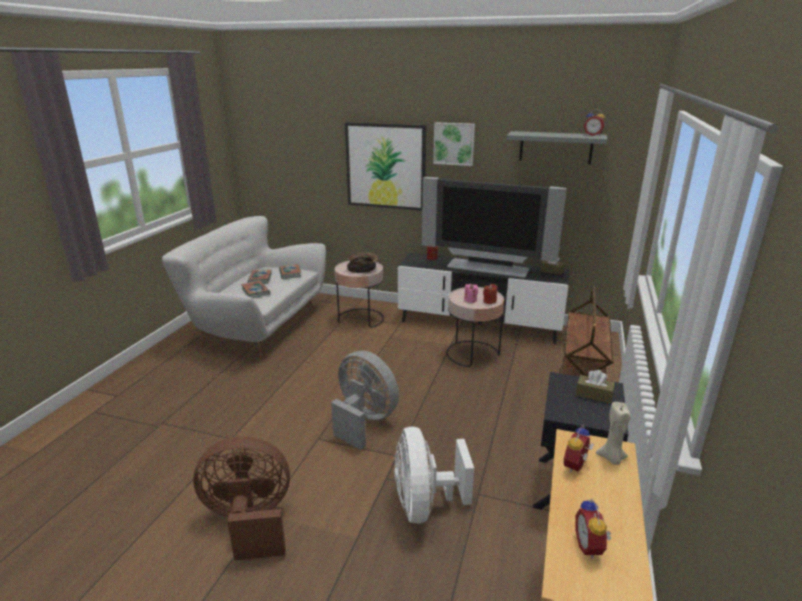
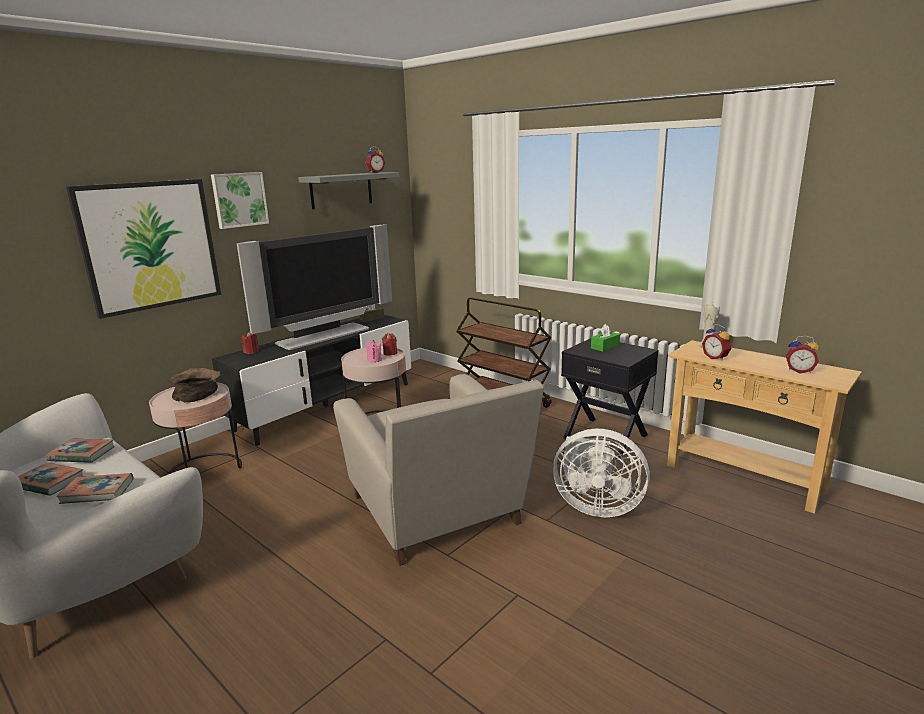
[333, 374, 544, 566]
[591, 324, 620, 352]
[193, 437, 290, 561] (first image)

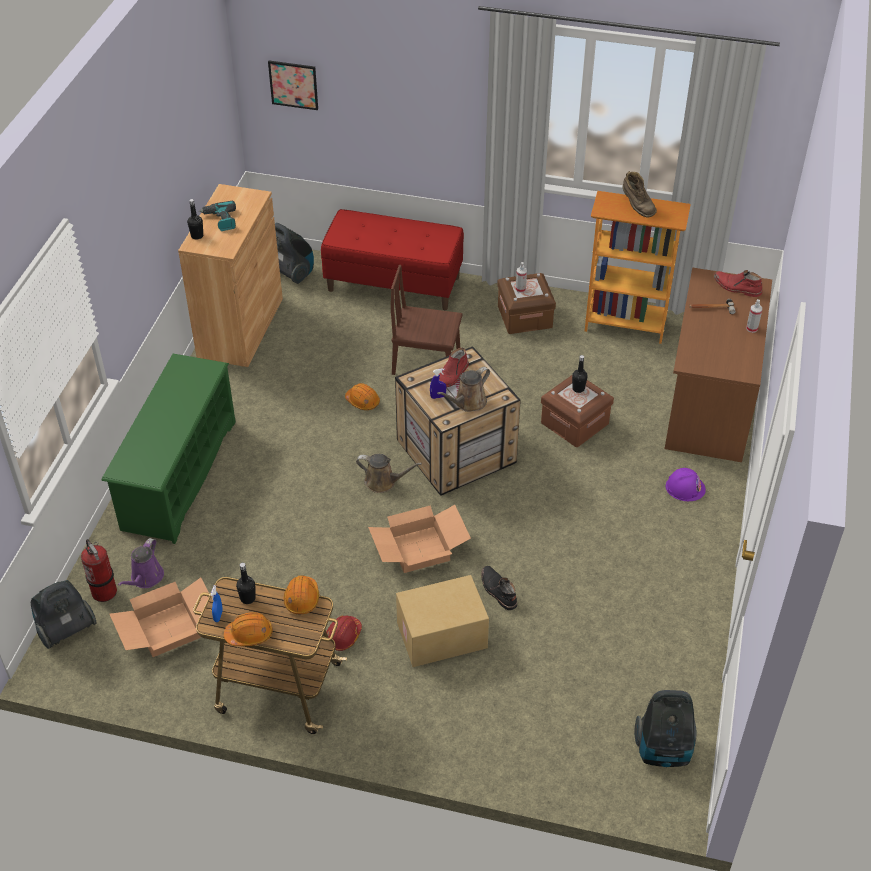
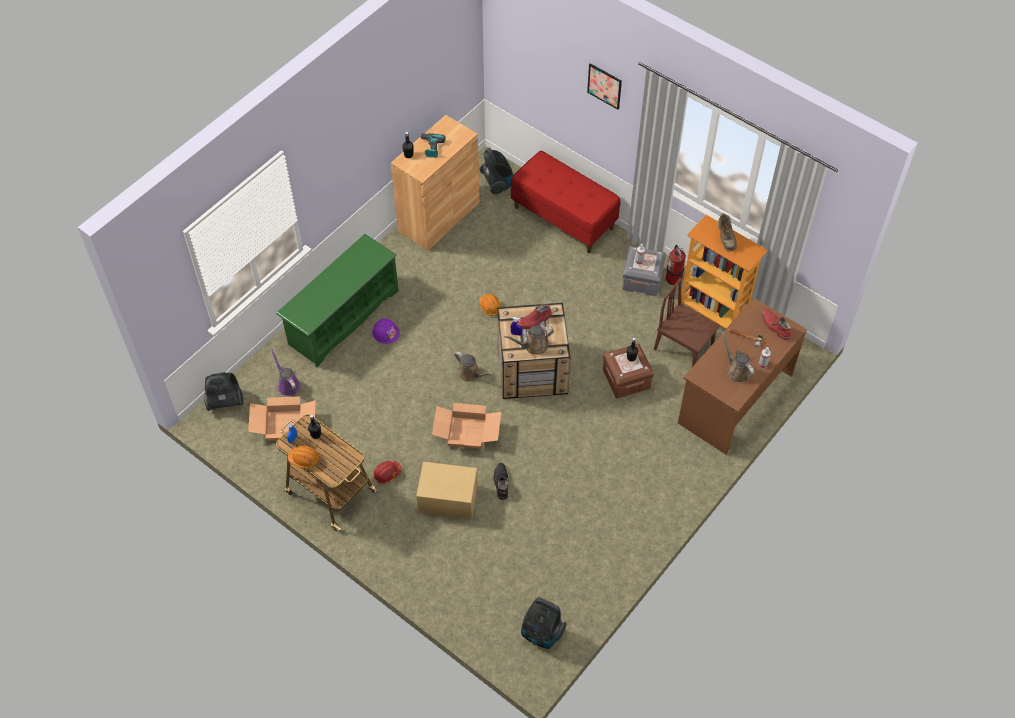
[271, 348, 300, 396]
[372, 319, 400, 344]
[587, 63, 622, 110]
[622, 246, 666, 296]
[654, 278, 720, 367]
[666, 245, 686, 285]
[721, 332, 754, 383]
[284, 575, 319, 614] (first image)

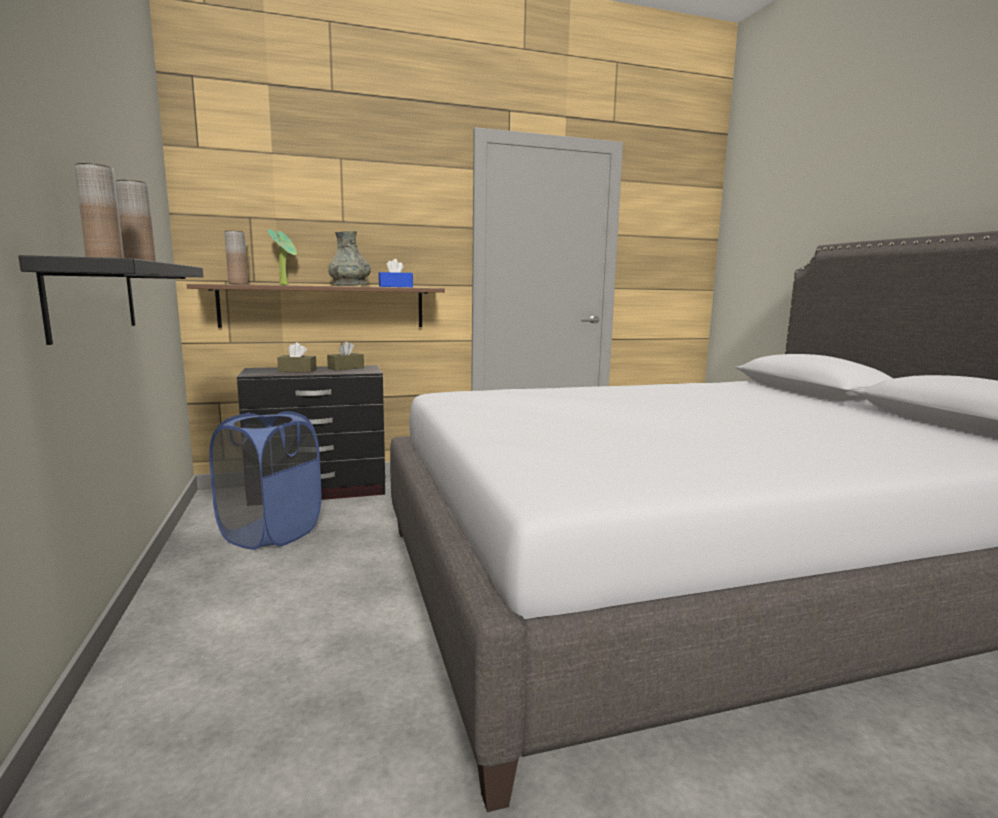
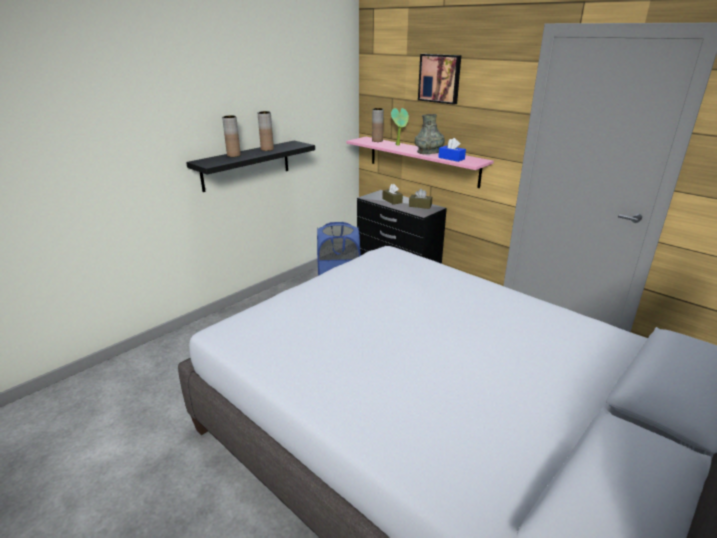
[346, 137, 494, 188]
[418, 54, 461, 105]

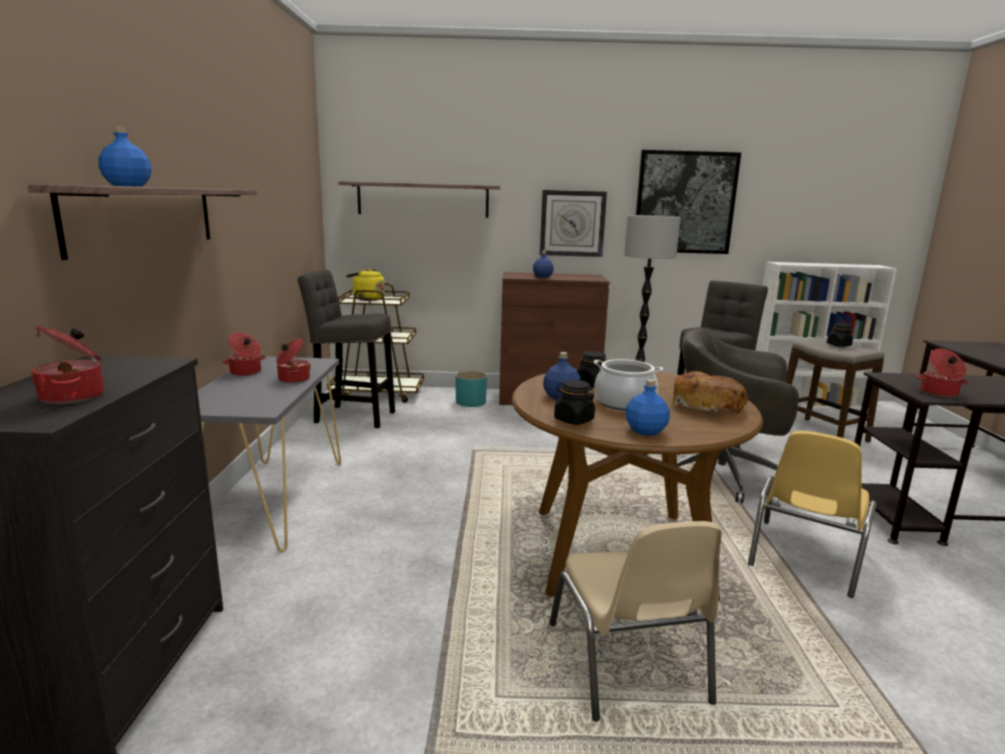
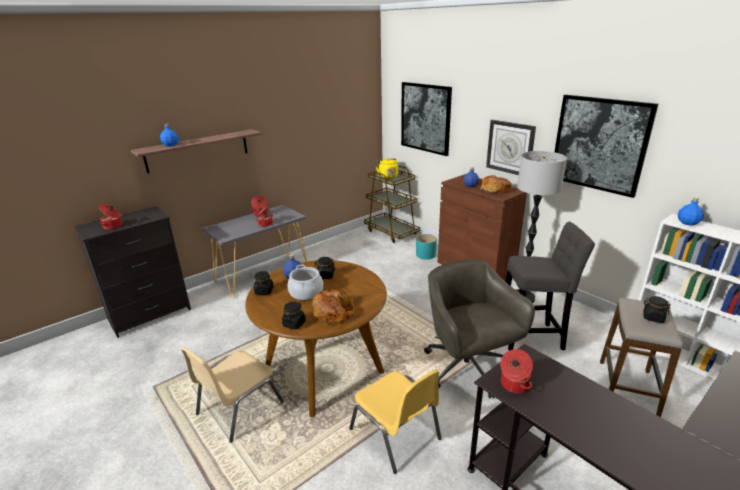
[282, 301, 306, 330]
[349, 369, 442, 474]
[401, 82, 452, 156]
[480, 175, 512, 193]
[678, 198, 704, 226]
[298, 270, 395, 428] (first image)

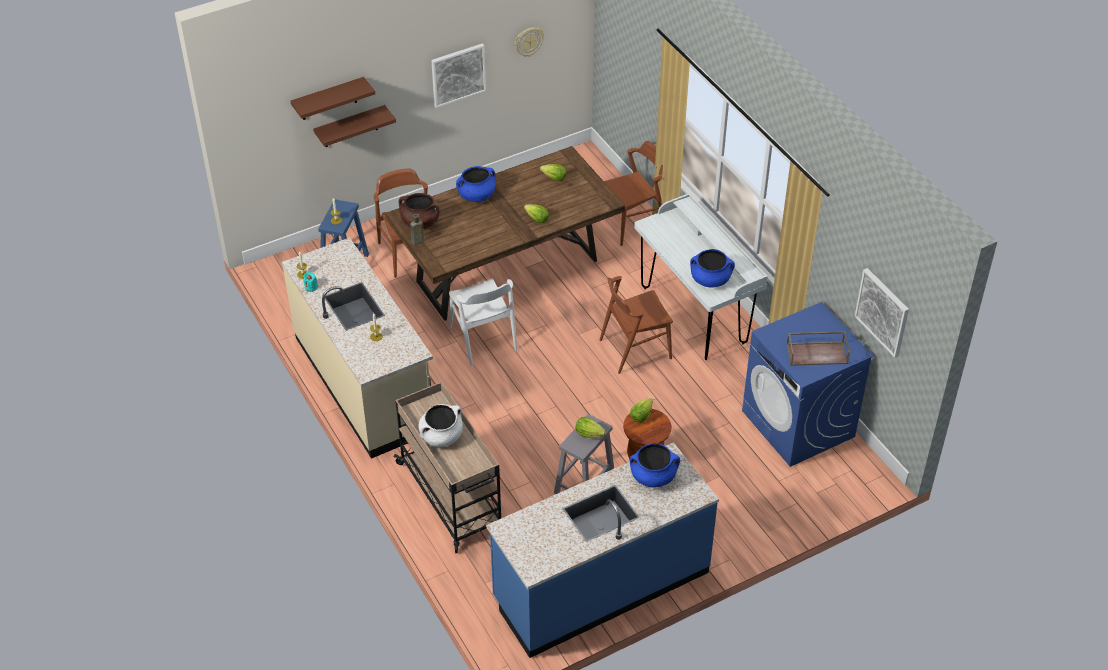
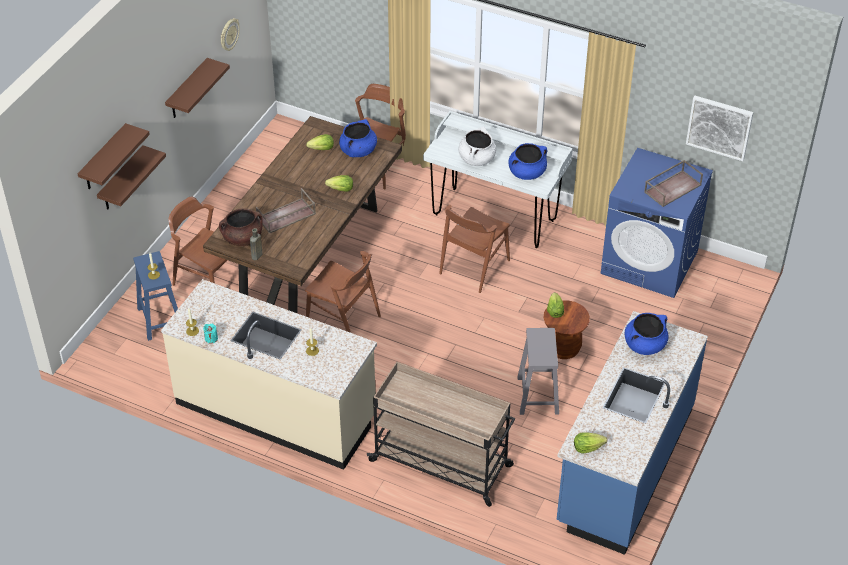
[165, 58, 230, 118]
[256, 188, 316, 234]
[305, 251, 381, 333]
[339, 119, 377, 157]
[458, 127, 496, 166]
[574, 433, 607, 454]

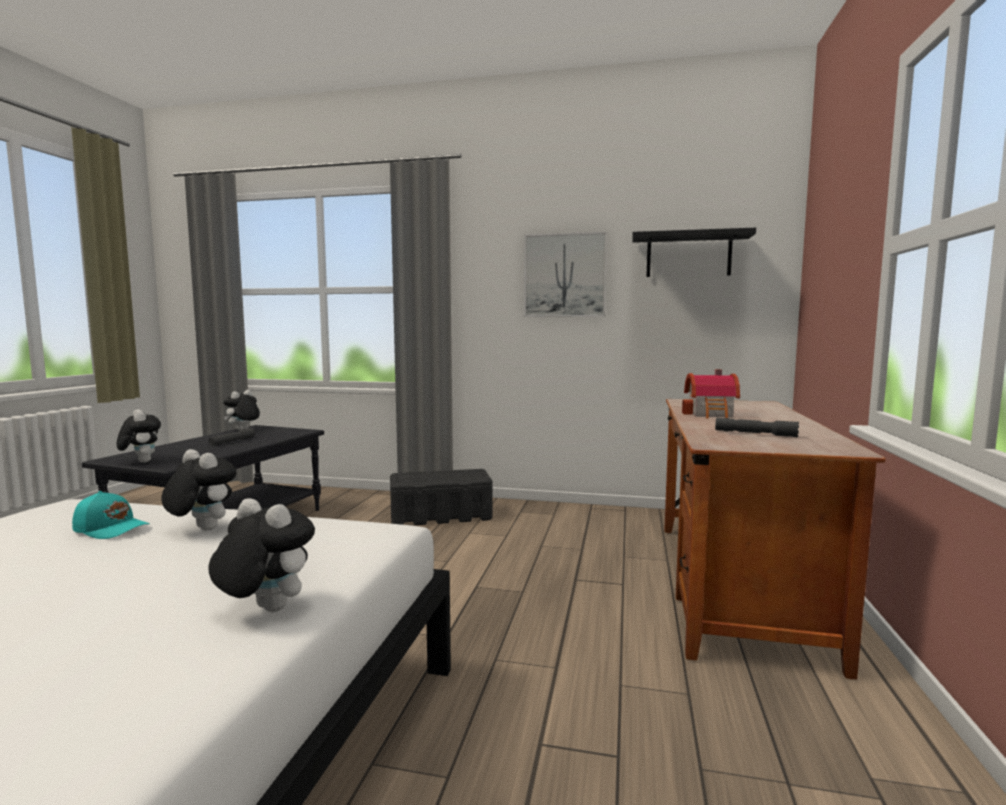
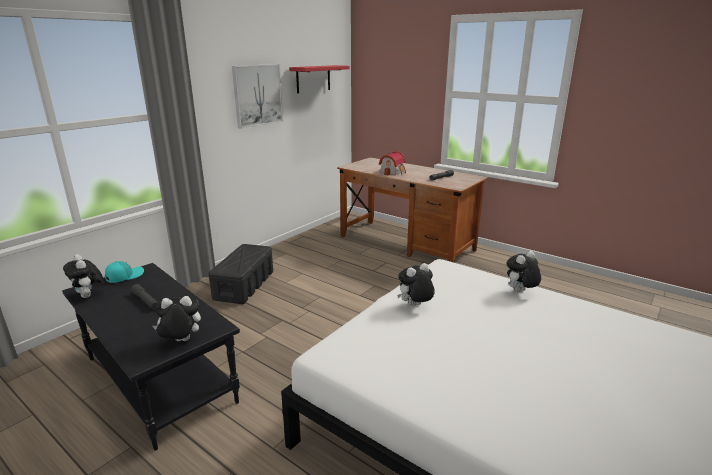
[105, 261, 144, 283]
[289, 65, 350, 93]

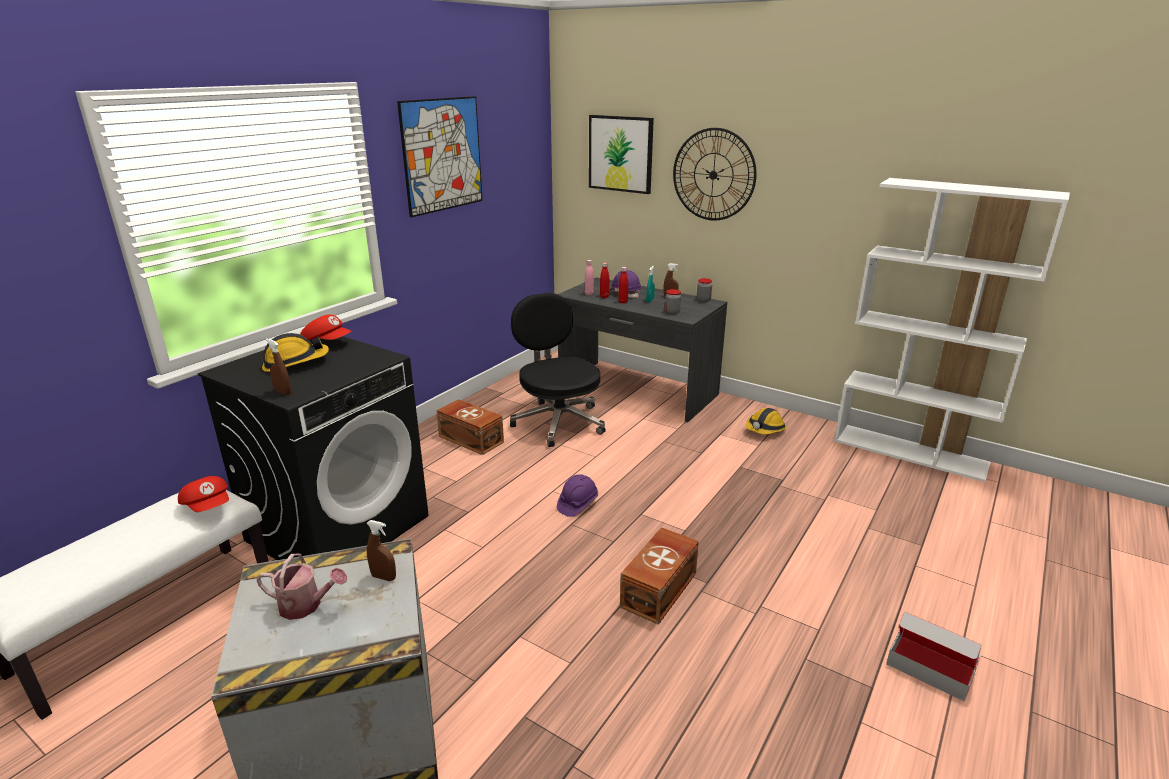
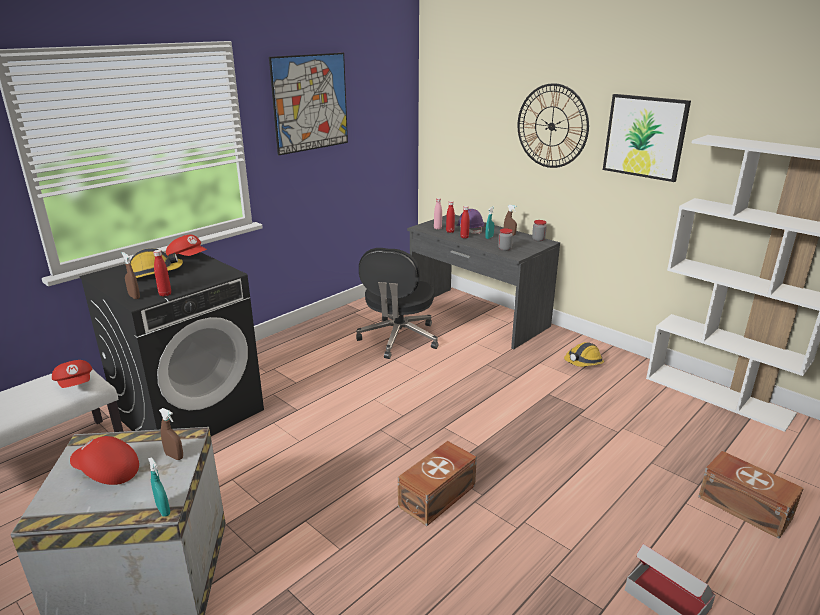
[70, 436, 139, 485]
[148, 457, 170, 517]
[153, 250, 171, 296]
[356, 248, 438, 359]
[603, 94, 691, 182]
[698, 451, 804, 539]
[557, 474, 598, 517] (first image)

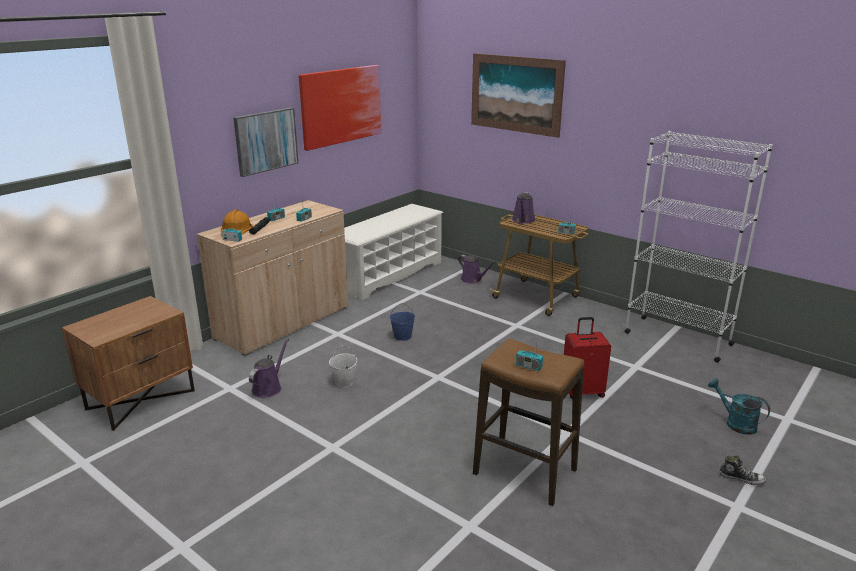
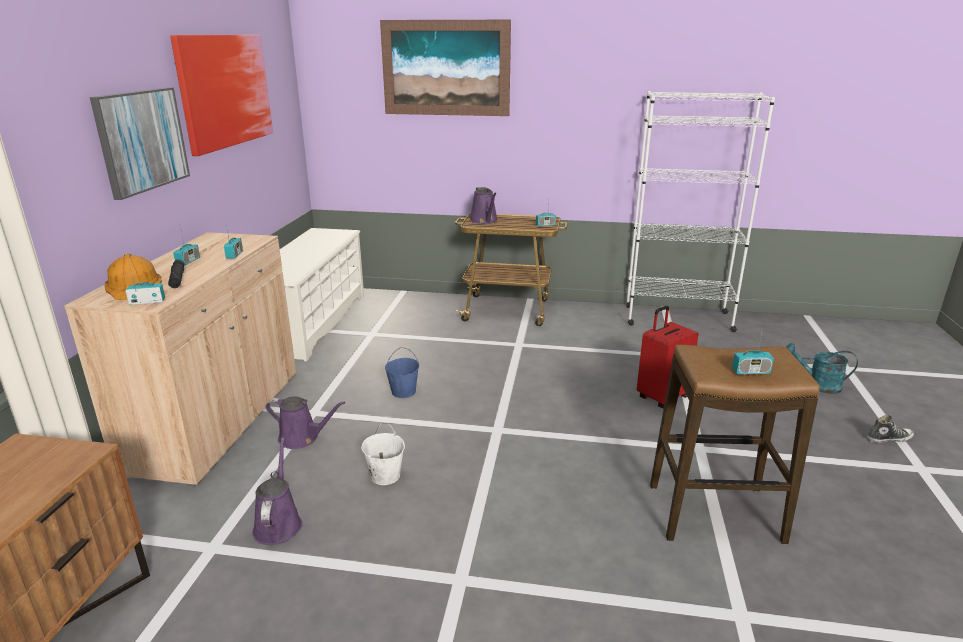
[266, 396, 345, 449]

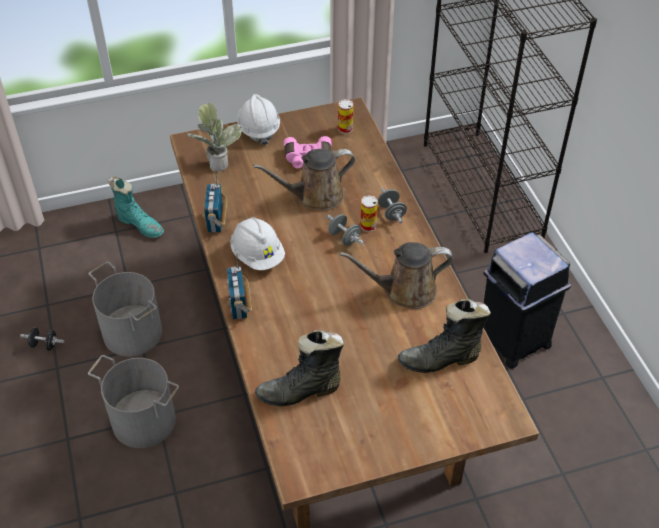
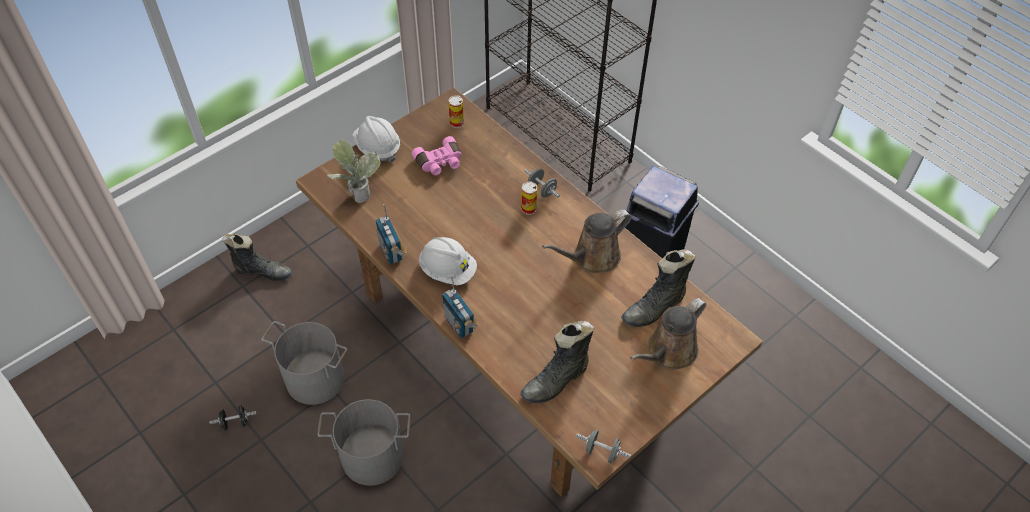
[222, 234, 292, 281]
[576, 430, 631, 463]
[630, 298, 706, 370]

